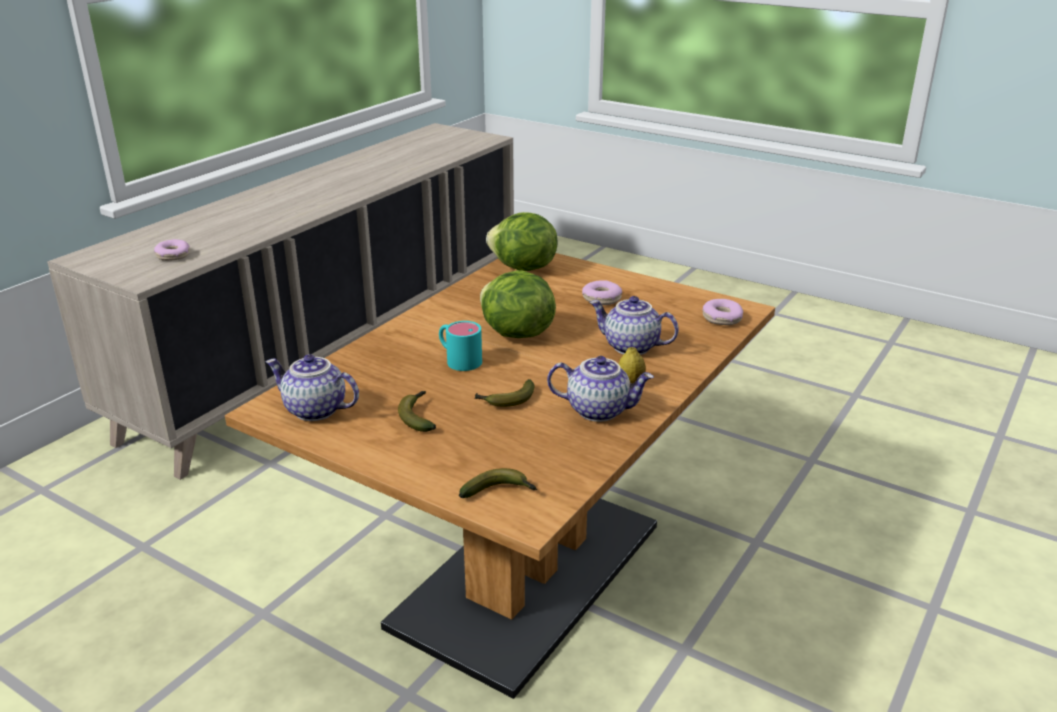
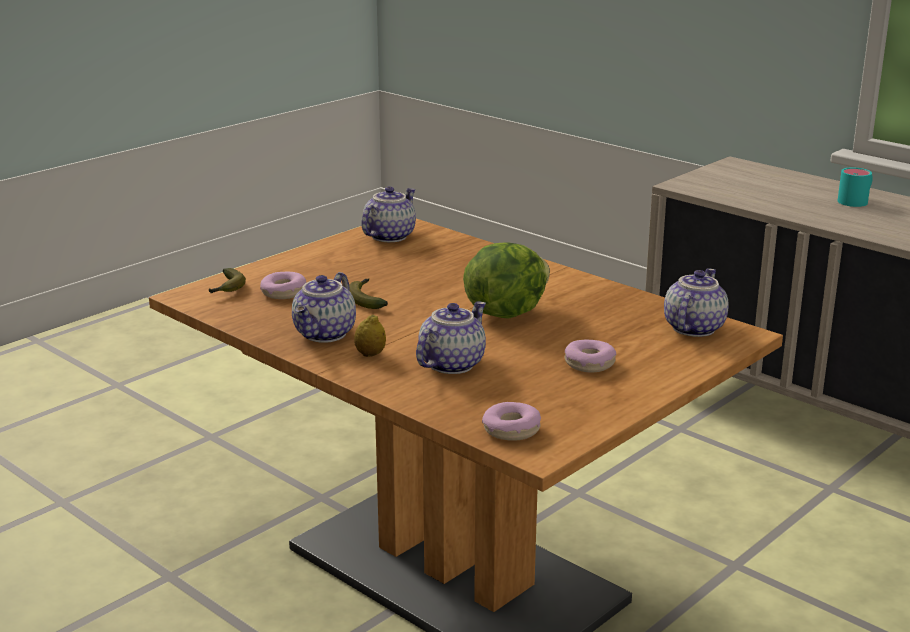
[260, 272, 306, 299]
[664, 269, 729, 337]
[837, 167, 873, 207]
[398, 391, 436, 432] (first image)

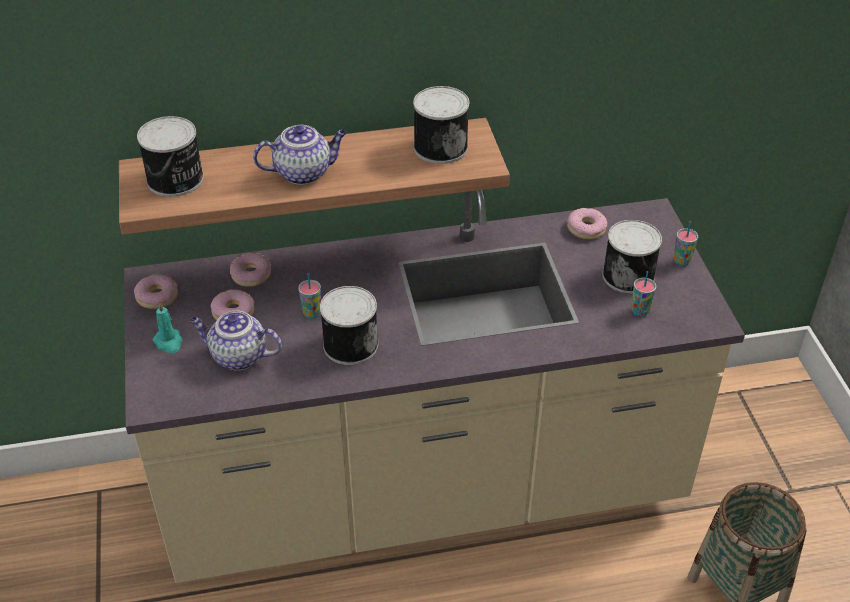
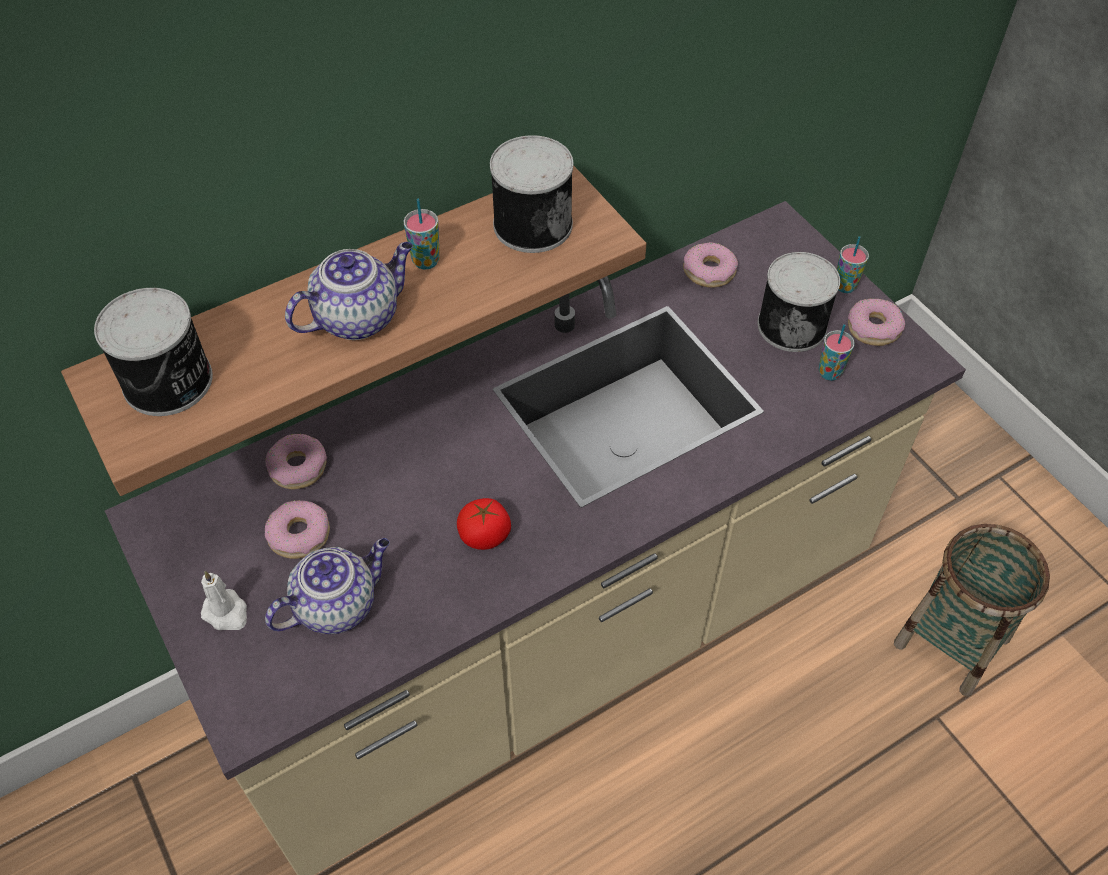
[201, 571, 247, 630]
[265, 538, 390, 634]
[403, 199, 440, 270]
[457, 498, 511, 550]
[848, 298, 905, 346]

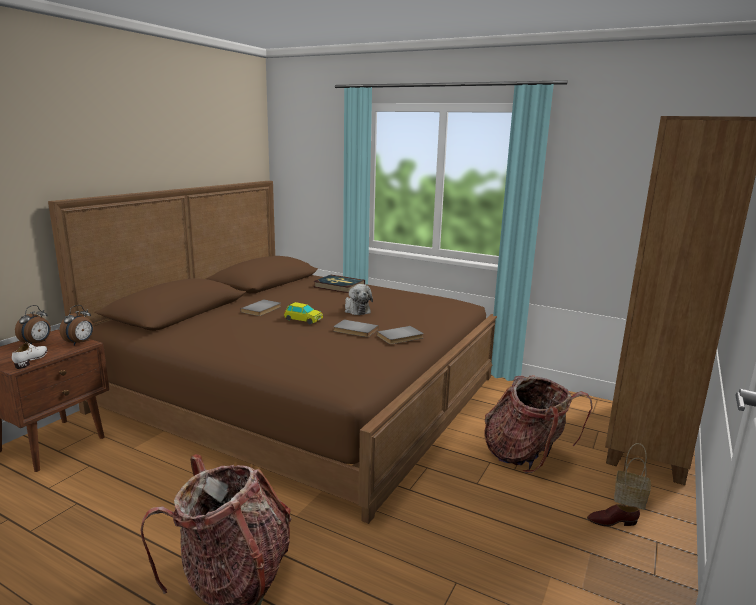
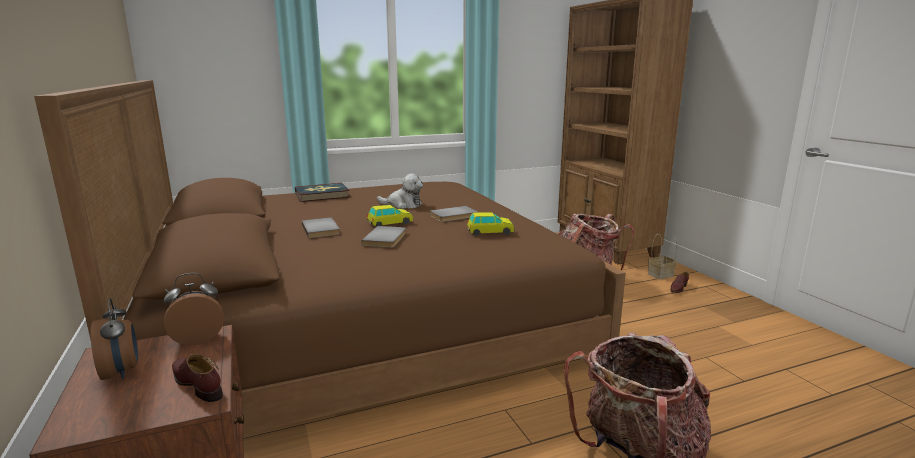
[164, 273, 224, 346]
[172, 354, 223, 402]
[361, 226, 406, 248]
[467, 212, 514, 236]

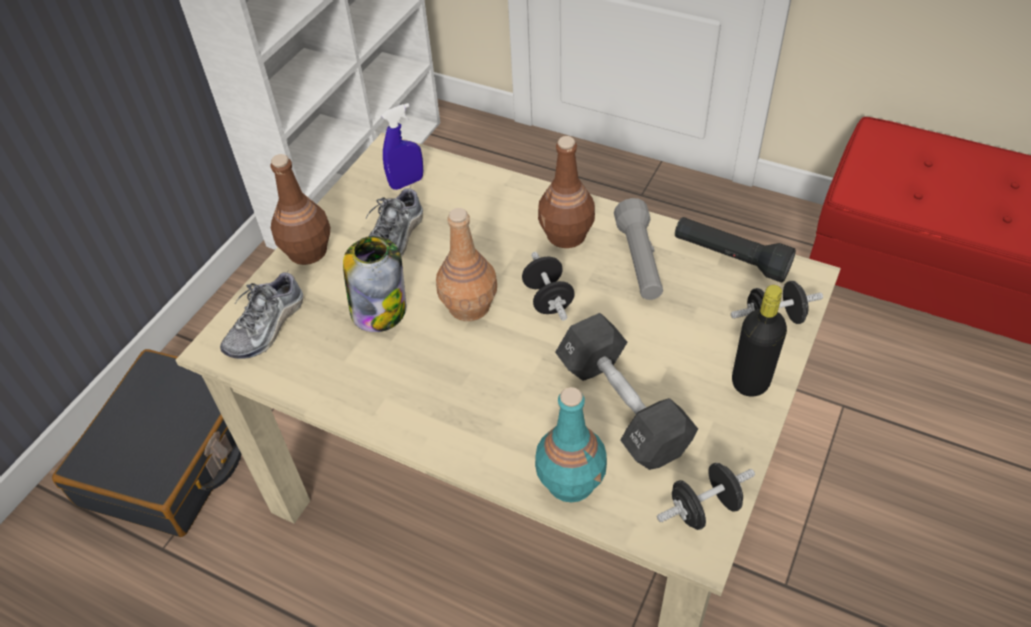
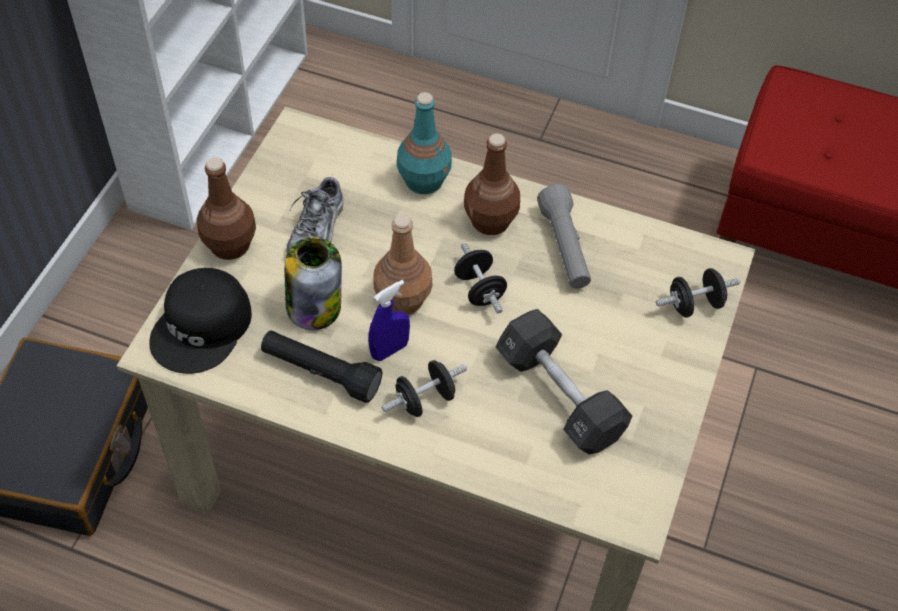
[149, 268, 252, 374]
[261, 330, 383, 403]
[368, 280, 410, 361]
[382, 360, 467, 417]
[397, 92, 452, 194]
[732, 285, 787, 397] (first image)

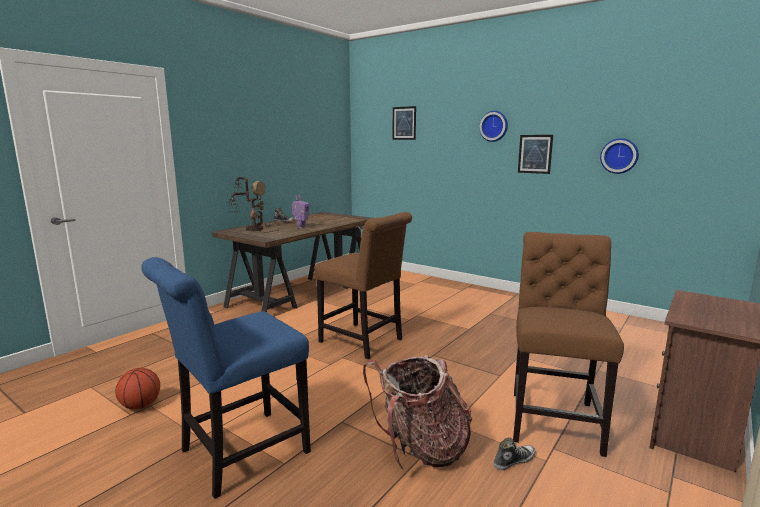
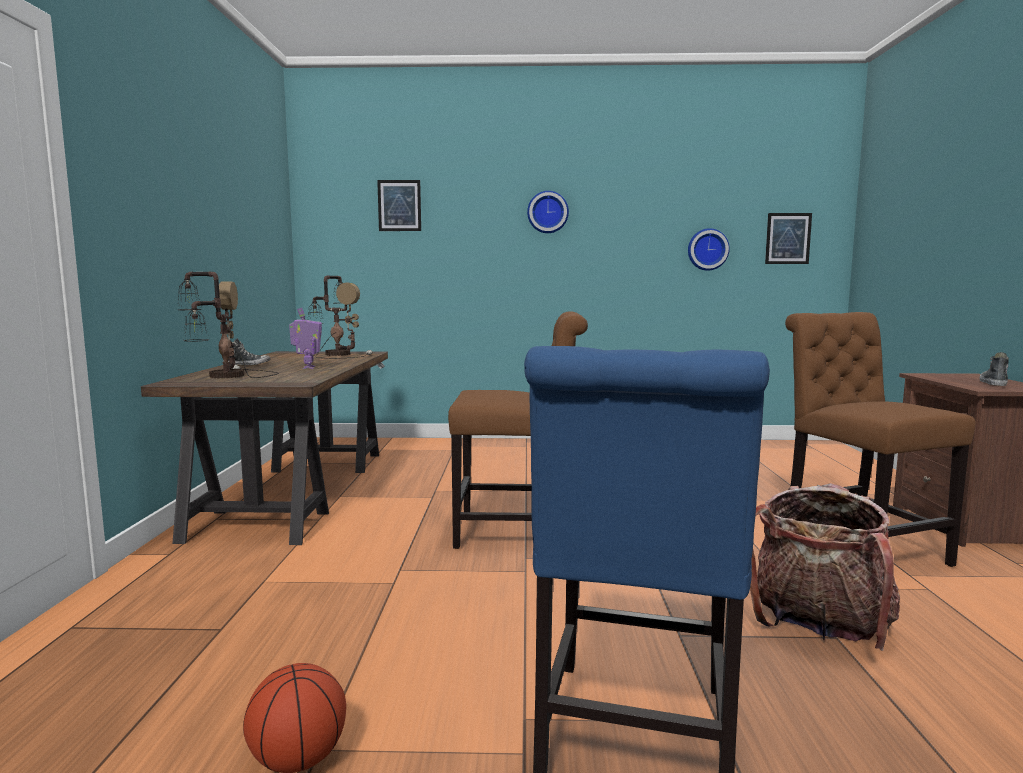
[308, 275, 373, 359]
[765, 213, 812, 264]
[980, 352, 1009, 386]

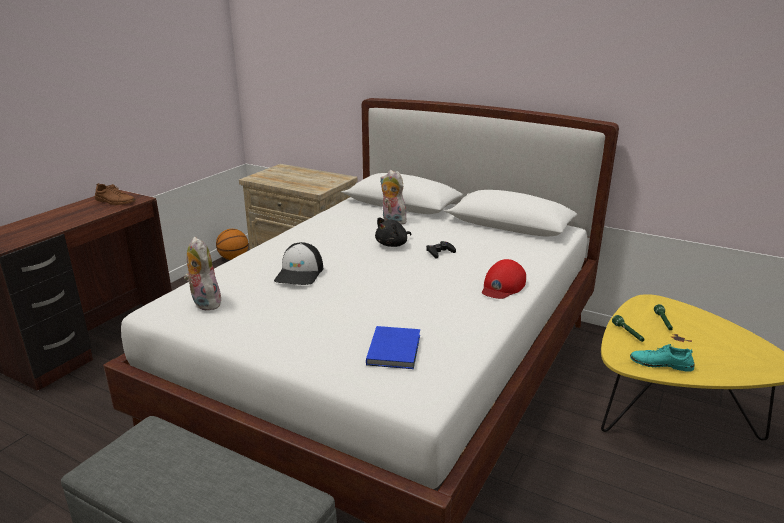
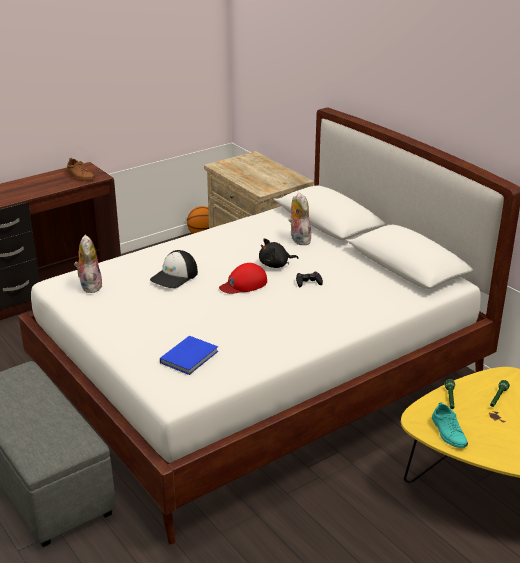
[219, 263, 267, 294]
[432, 402, 468, 448]

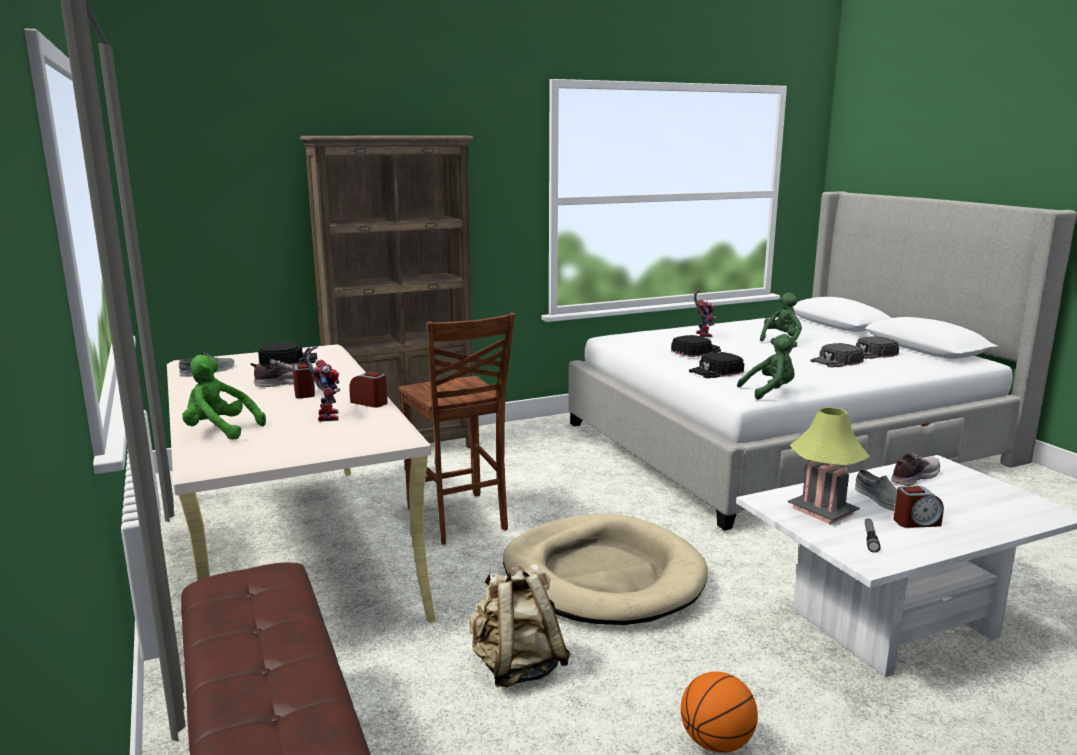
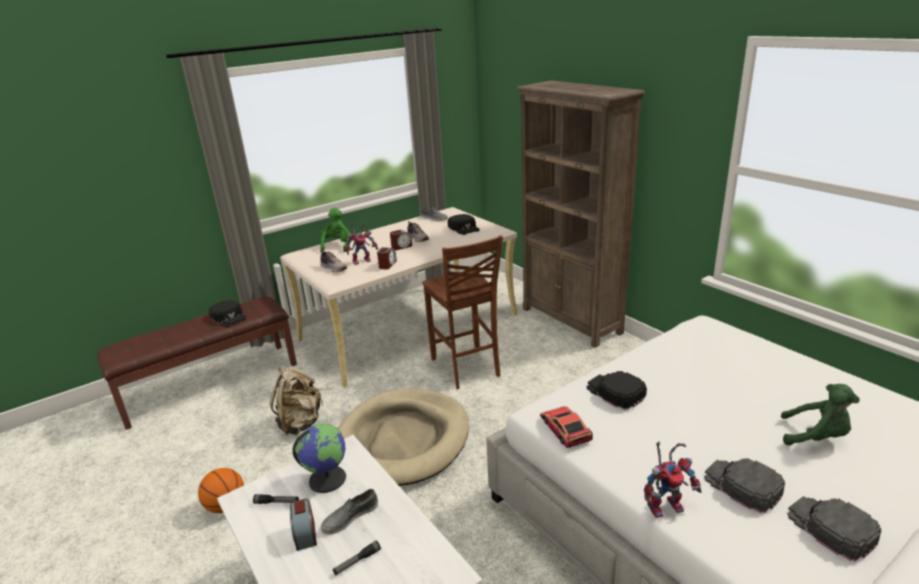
[209, 300, 246, 327]
[292, 423, 346, 493]
[320, 250, 347, 273]
[333, 540, 381, 575]
[422, 235, 503, 389]
[540, 406, 593, 448]
[644, 442, 701, 518]

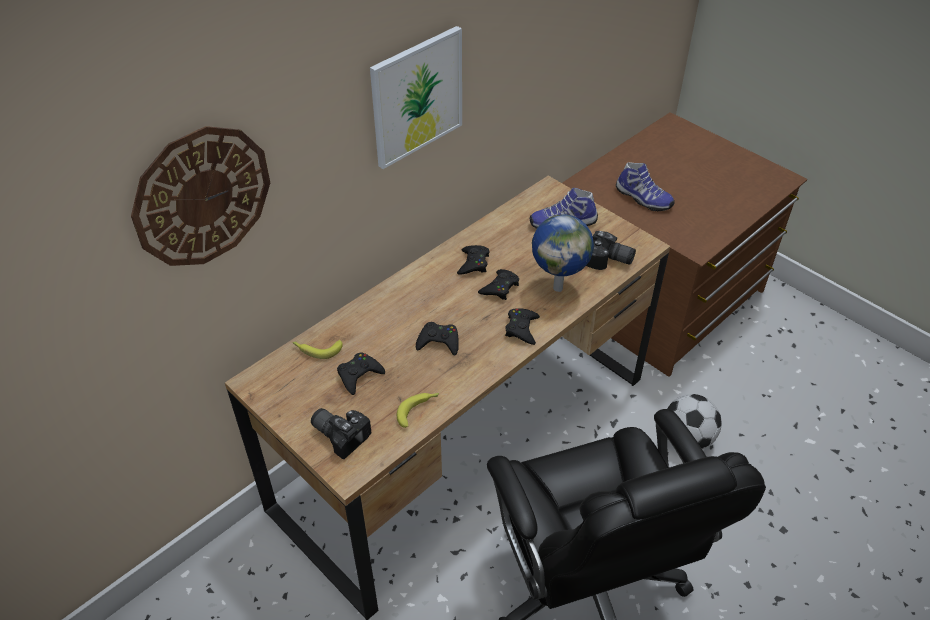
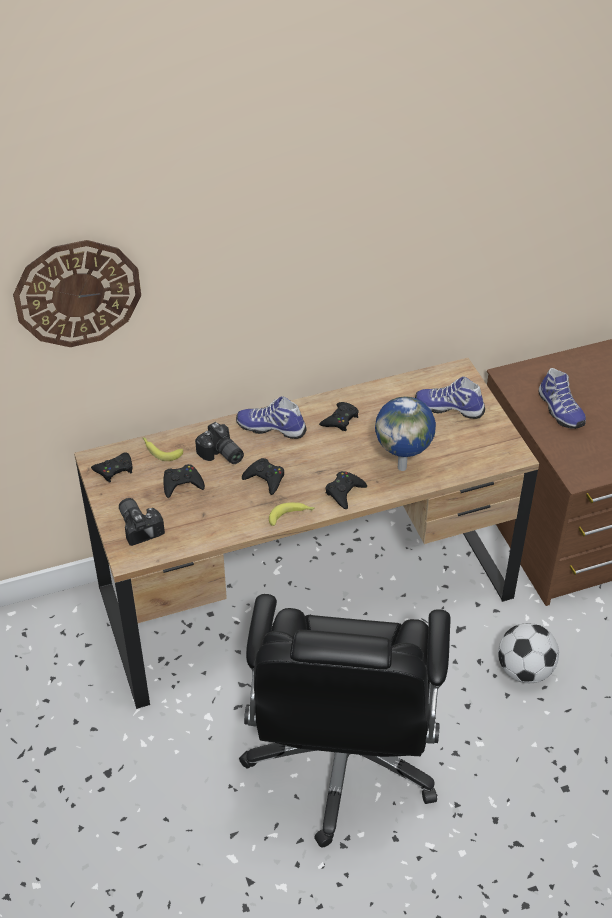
[91, 452, 133, 483]
[195, 422, 244, 464]
[236, 396, 307, 439]
[269, 502, 314, 526]
[370, 26, 462, 169] (first image)

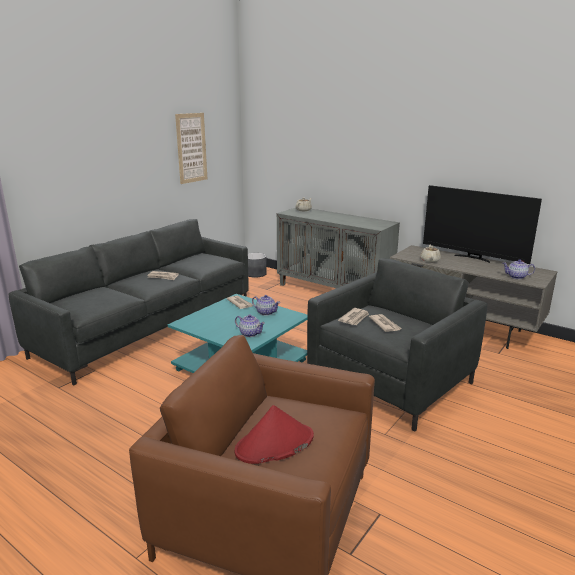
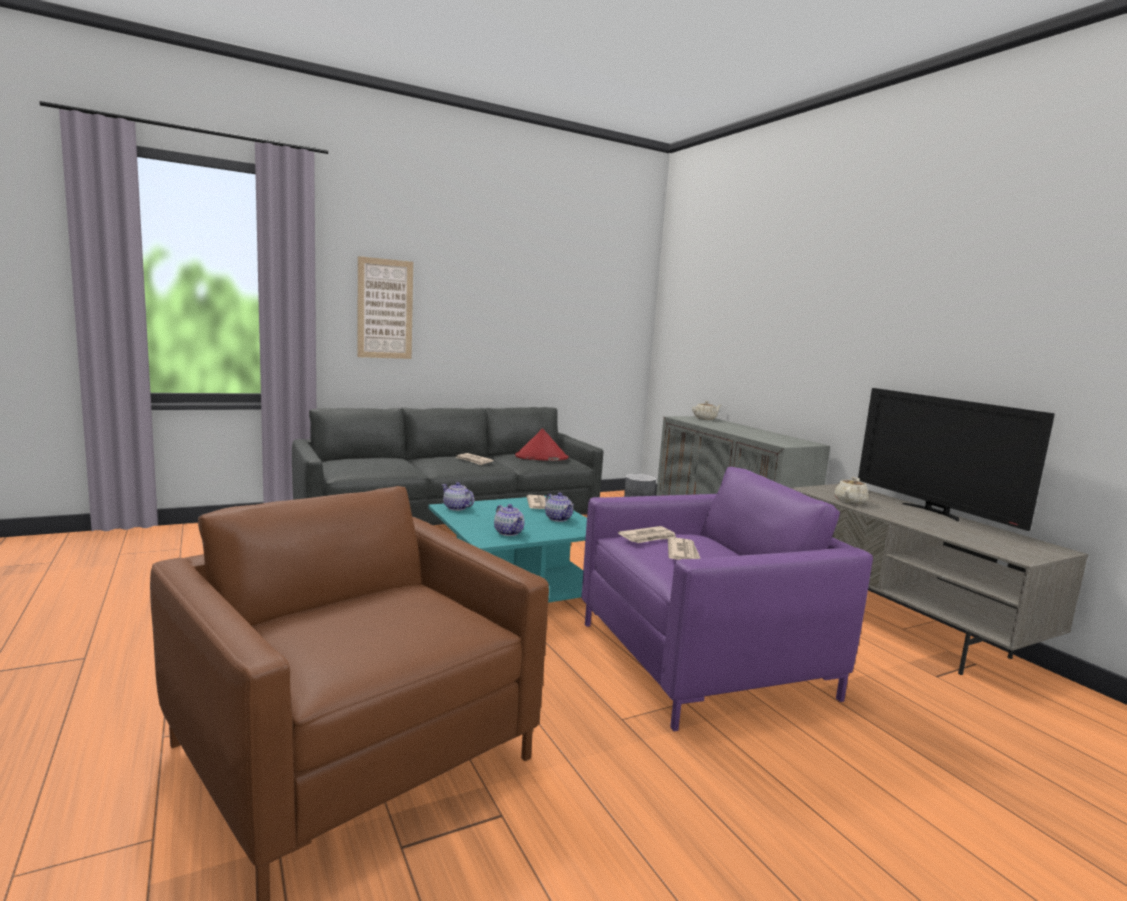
[357, 256, 413, 359]
[442, 482, 474, 511]
[515, 428, 569, 461]
[581, 467, 873, 731]

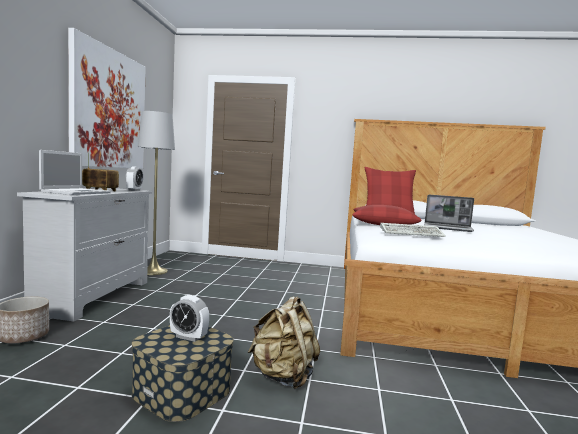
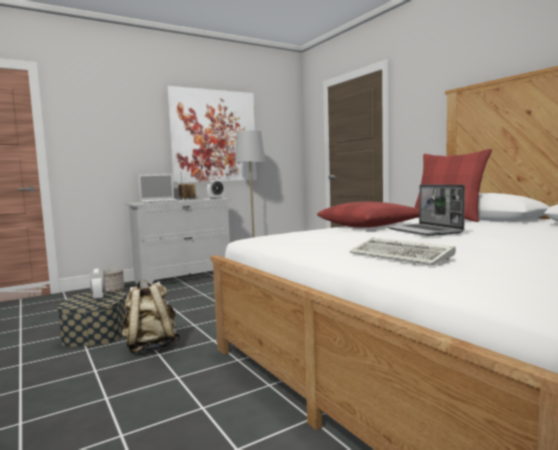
[350, 238, 456, 266]

